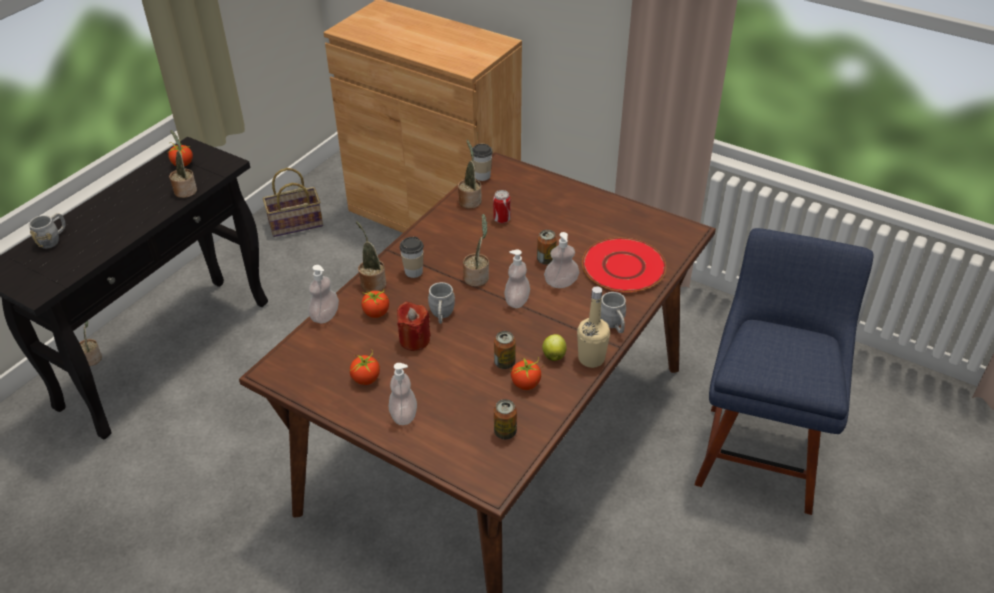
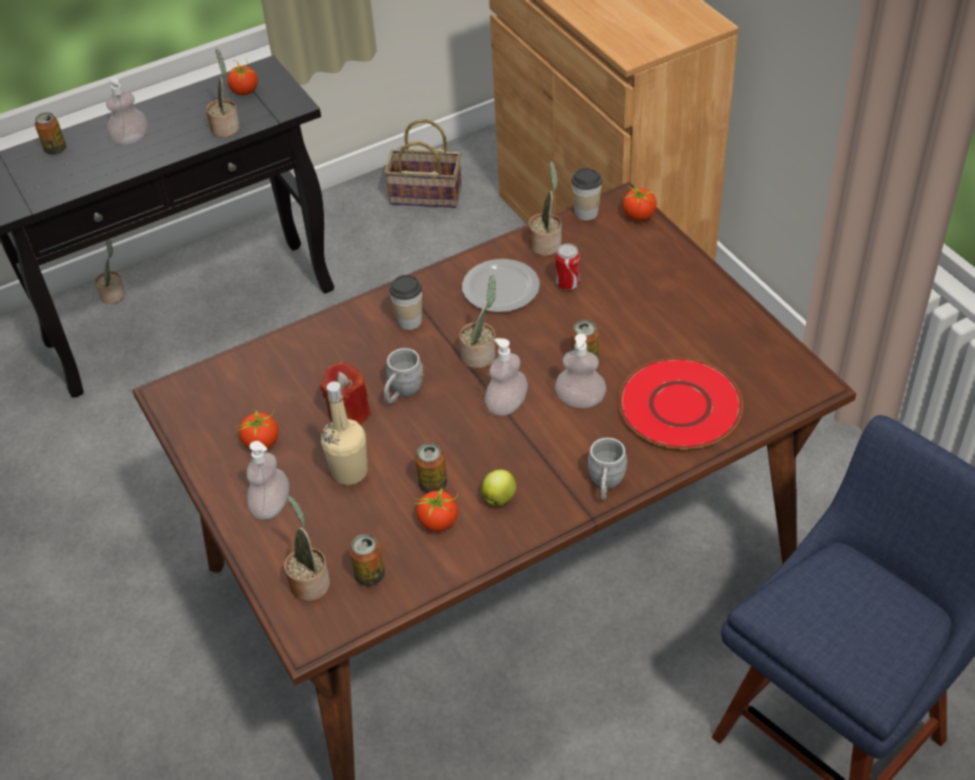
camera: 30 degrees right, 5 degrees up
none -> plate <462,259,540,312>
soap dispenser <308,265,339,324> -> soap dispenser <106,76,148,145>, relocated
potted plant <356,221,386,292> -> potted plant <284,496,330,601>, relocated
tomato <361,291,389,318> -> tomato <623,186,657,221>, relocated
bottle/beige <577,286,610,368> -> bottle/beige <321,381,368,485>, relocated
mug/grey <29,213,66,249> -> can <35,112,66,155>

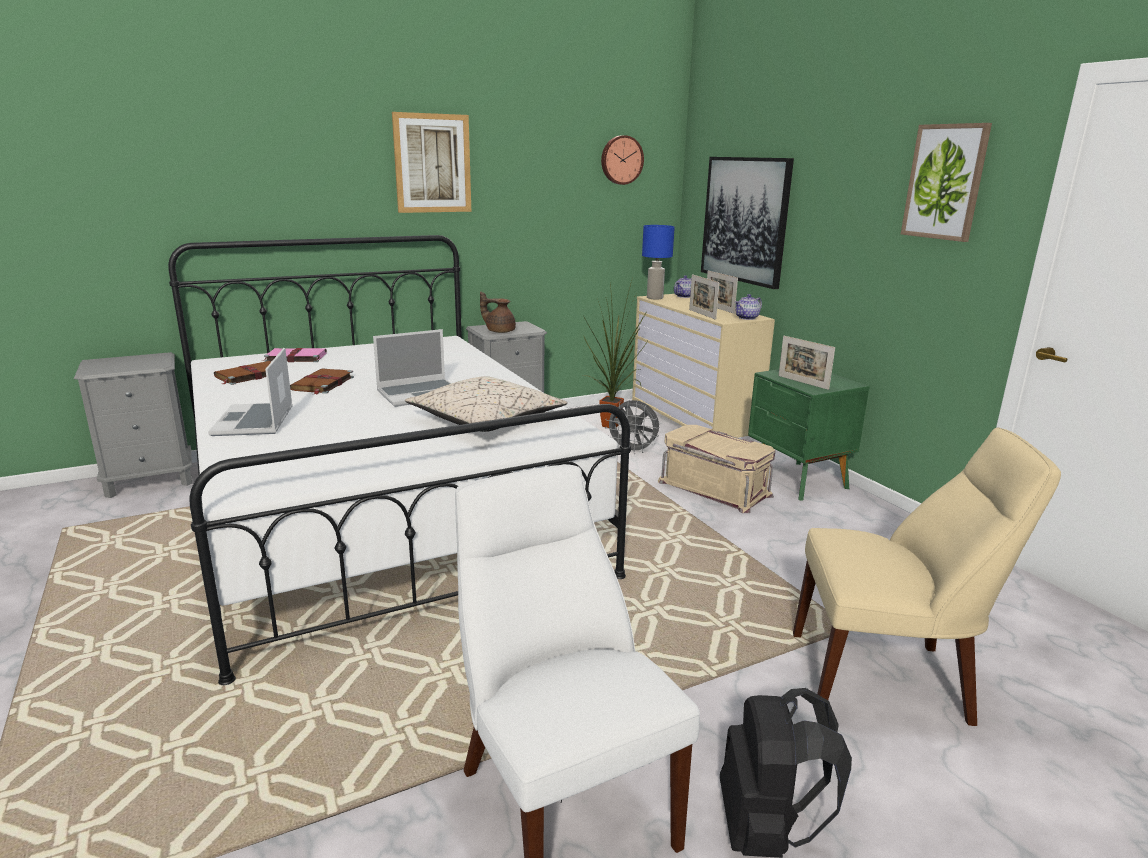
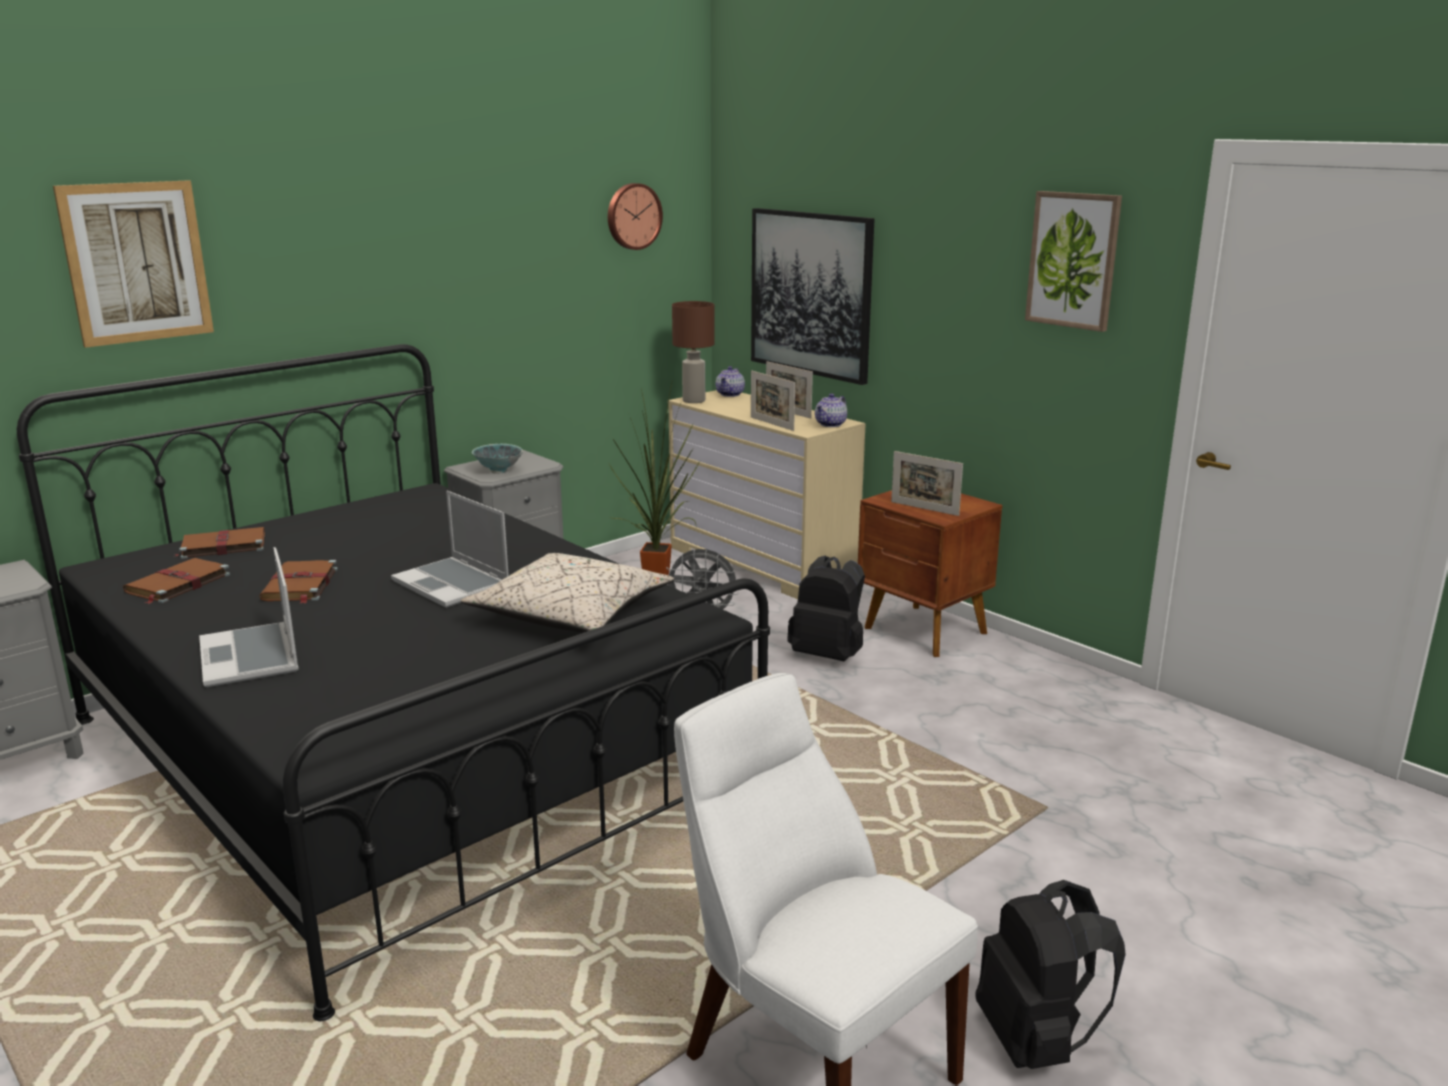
camera: 15 degrees left, 0 degrees up
chair/beige <793,428,1061,726> -> none
picture <392,112,471,213> -> picture <53,180,214,348>, relocated
teapot/brown <480,291,516,333> -> bowl <472,444,523,474>
storage box/beige <658,425,775,513> -> backpack/black <787,556,865,661>
bed/white <168,235,631,685> -> bed/black <17,344,770,1021>
book/pink <263,348,327,362> -> book/brown <175,527,265,559>
table lamp/blue <642,225,675,299> -> table lamp/brown <672,301,714,403>
nightstand/green <748,369,870,501> -> nightstand/brown <858,490,1002,657>
laptop <373,329,452,407> -> laptop <391,491,509,608>, 90 degrees clockwise

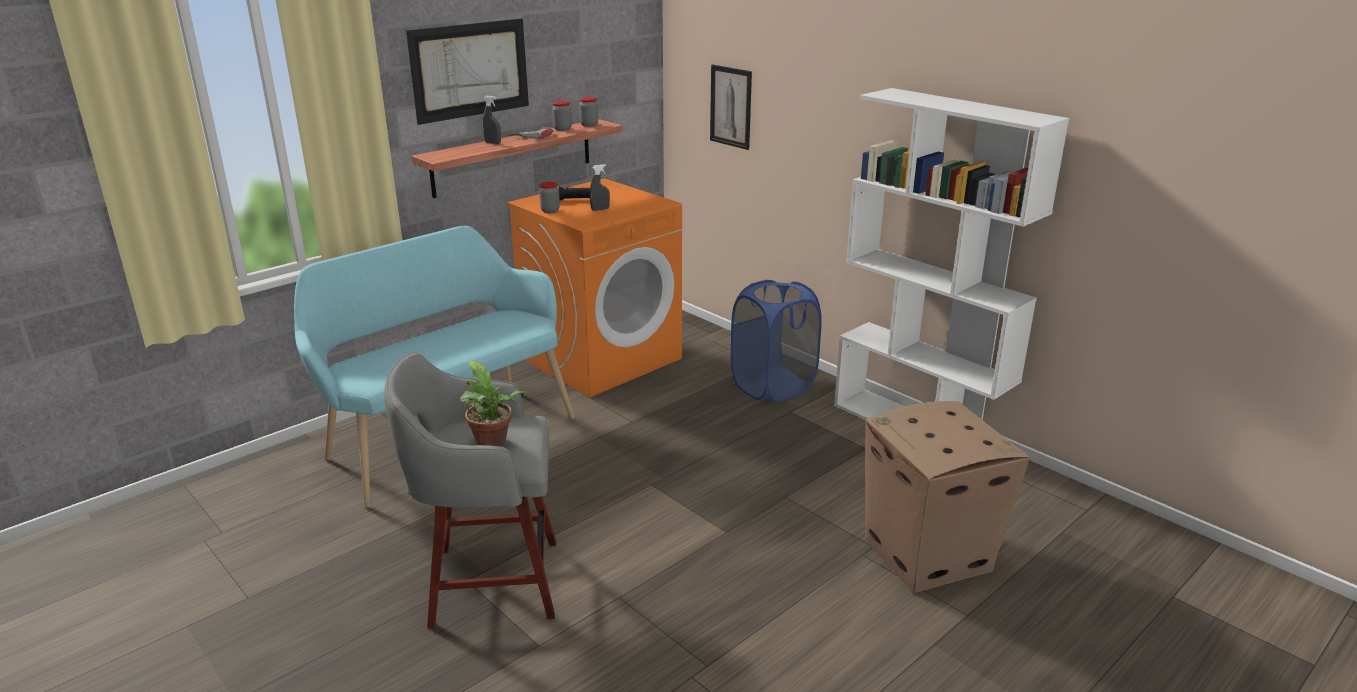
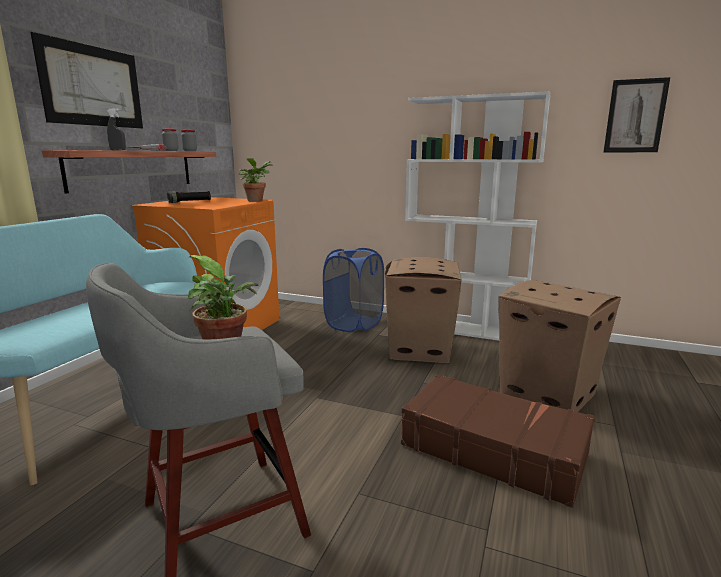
camera: 25 degrees left, 10 degrees down
jar <539,182,560,213> -> none
spray bottle/grey <590,164,610,211> -> none
none -> potted plant <239,158,273,201>
none -> cardboard box <385,257,462,363>
none -> suitcase/brown <401,374,595,508>
picture <710,65,752,150> -> picture <604,77,670,152>, relocated

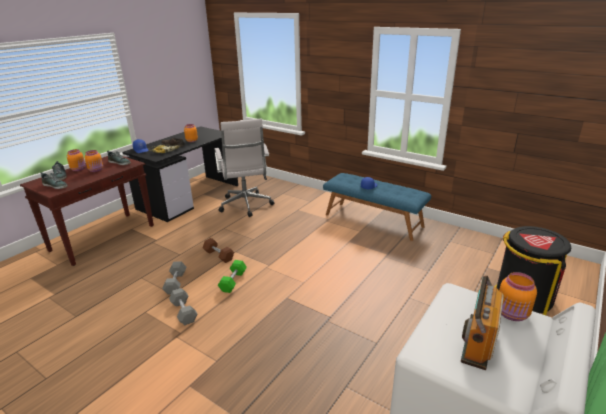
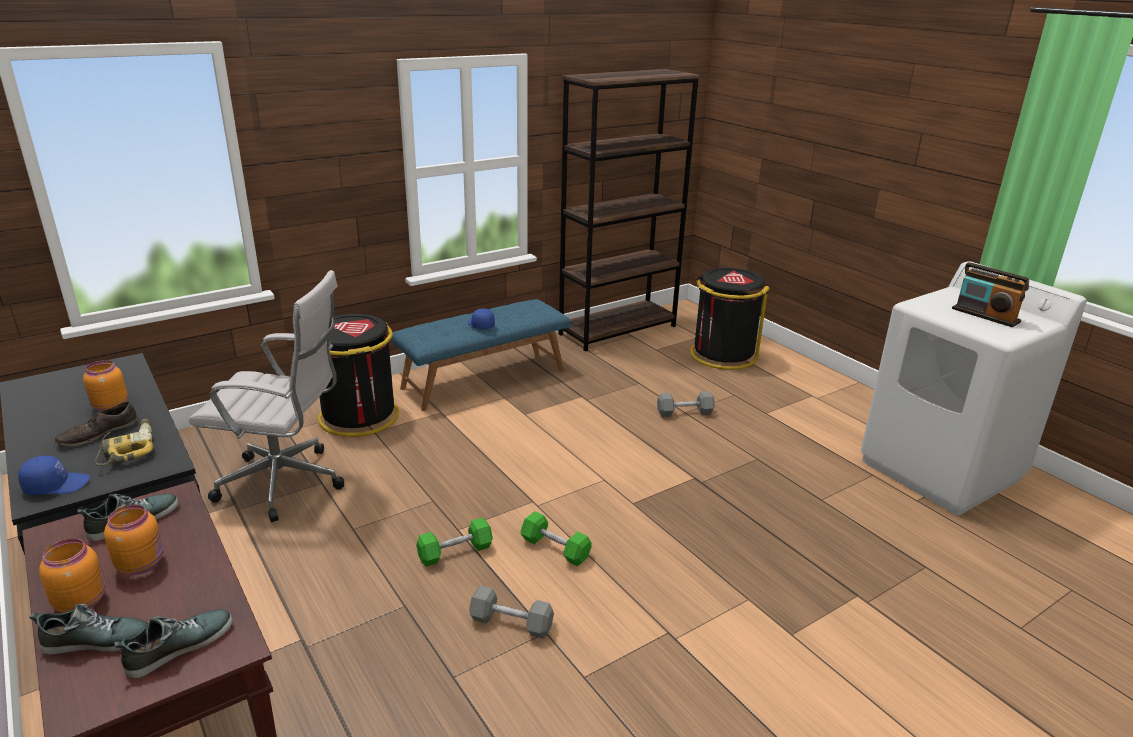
camera: 70 degrees left, 0 degrees up
jar/orange <499,272,537,321> -> none
none -> trash can/black <318,314,399,437>
none -> bookcase/brown <559,69,700,352>
dumbbell/grey <169,288,197,325> -> dumbbell/grey <657,391,715,417>, relocated
dumbbell/brown <203,238,234,263> -> dumbbell/green <416,517,493,567>

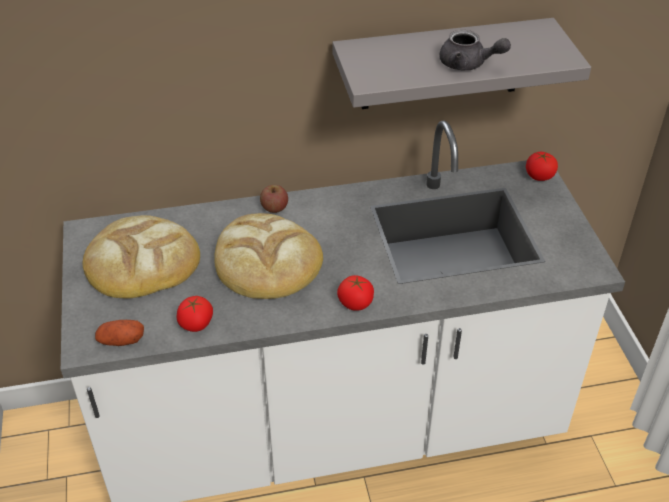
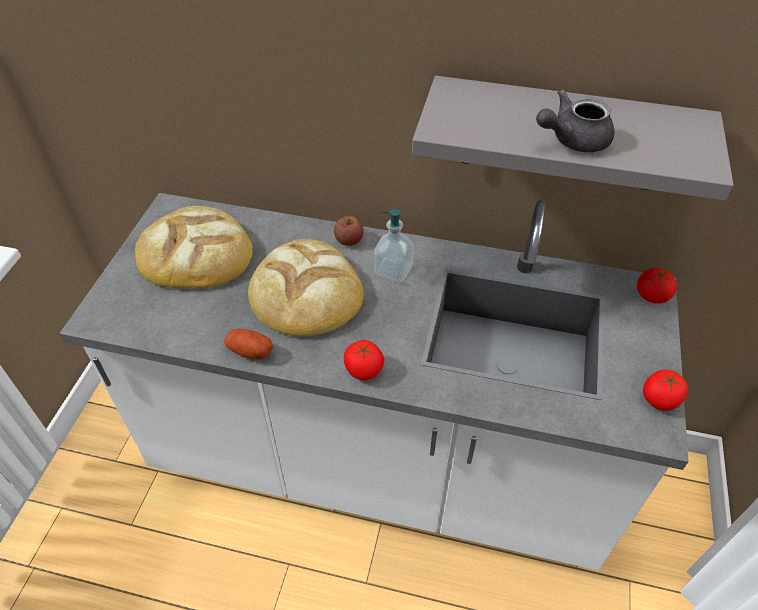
camera: 25 degrees right, 5 degrees up
none -> soap dispenser <374,209,414,282>
potato <95,320,144,346> -> potato <224,328,273,360>, relocated
tomato <177,296,213,332> -> tomato <643,370,688,411>, relocated
teapot/grey <440,30,511,70> -> teapot/grey <536,90,614,152>, 105 degrees clockwise

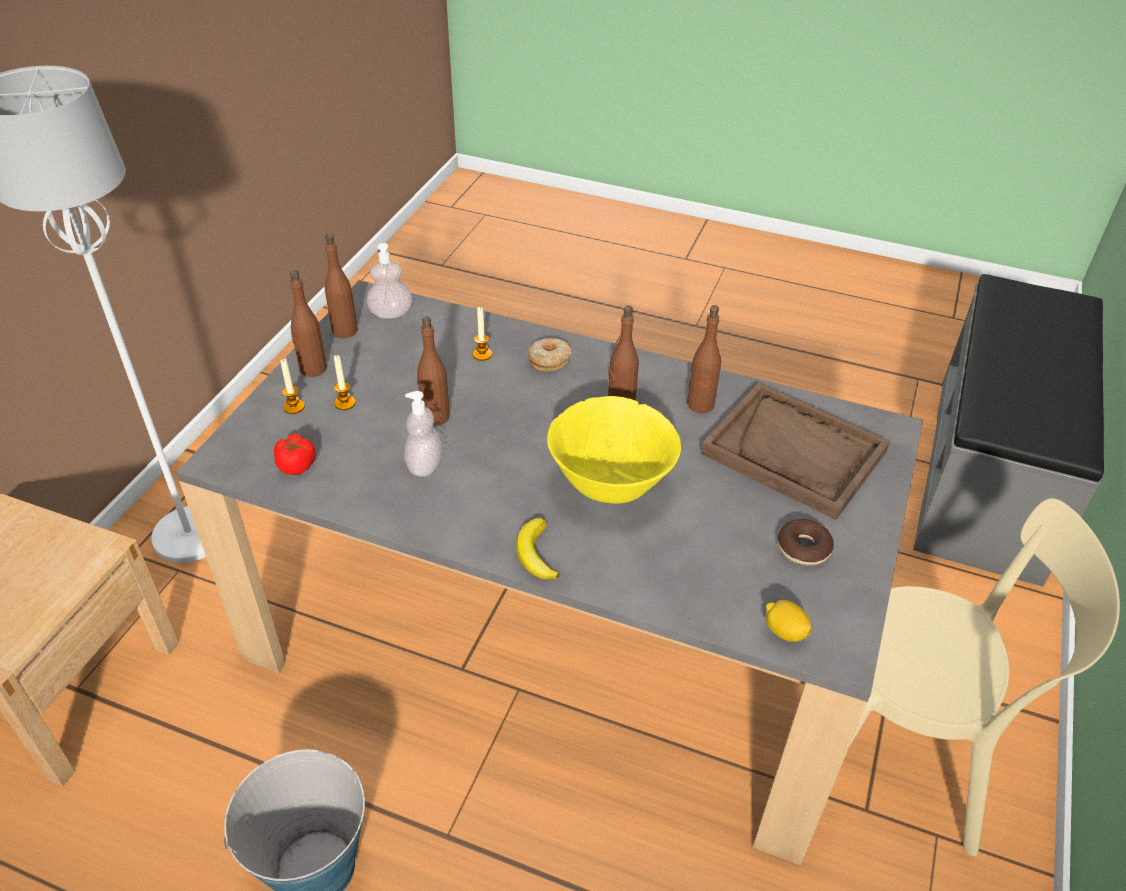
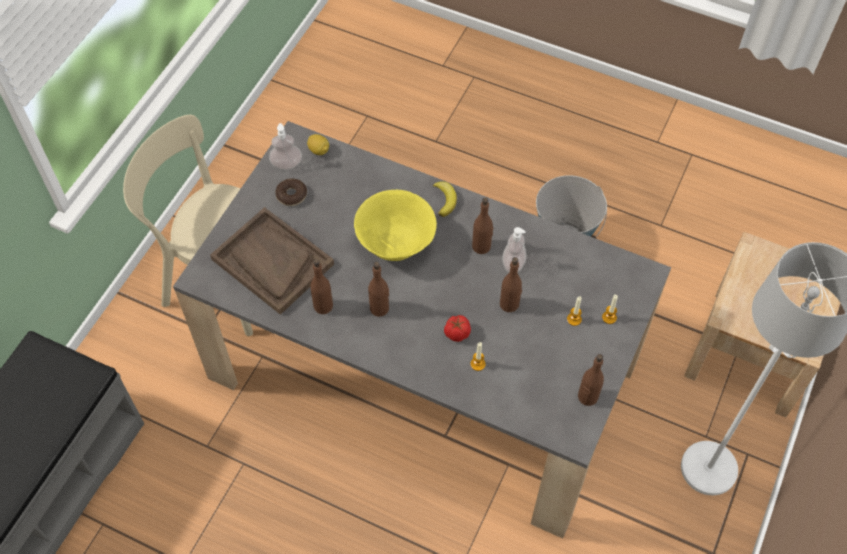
camera: 175 degrees left, 15 degrees up
donut <528,338,572,371> -> none
tomato <274,434,316,475> -> tomato <444,315,471,342>, relocated
bottle/brown <290,270,327,377> -> bottle/brown <472,197,493,254>, relocated
soap dispenser <367,243,413,319> -> soap dispenser <269,123,302,170>, relocated

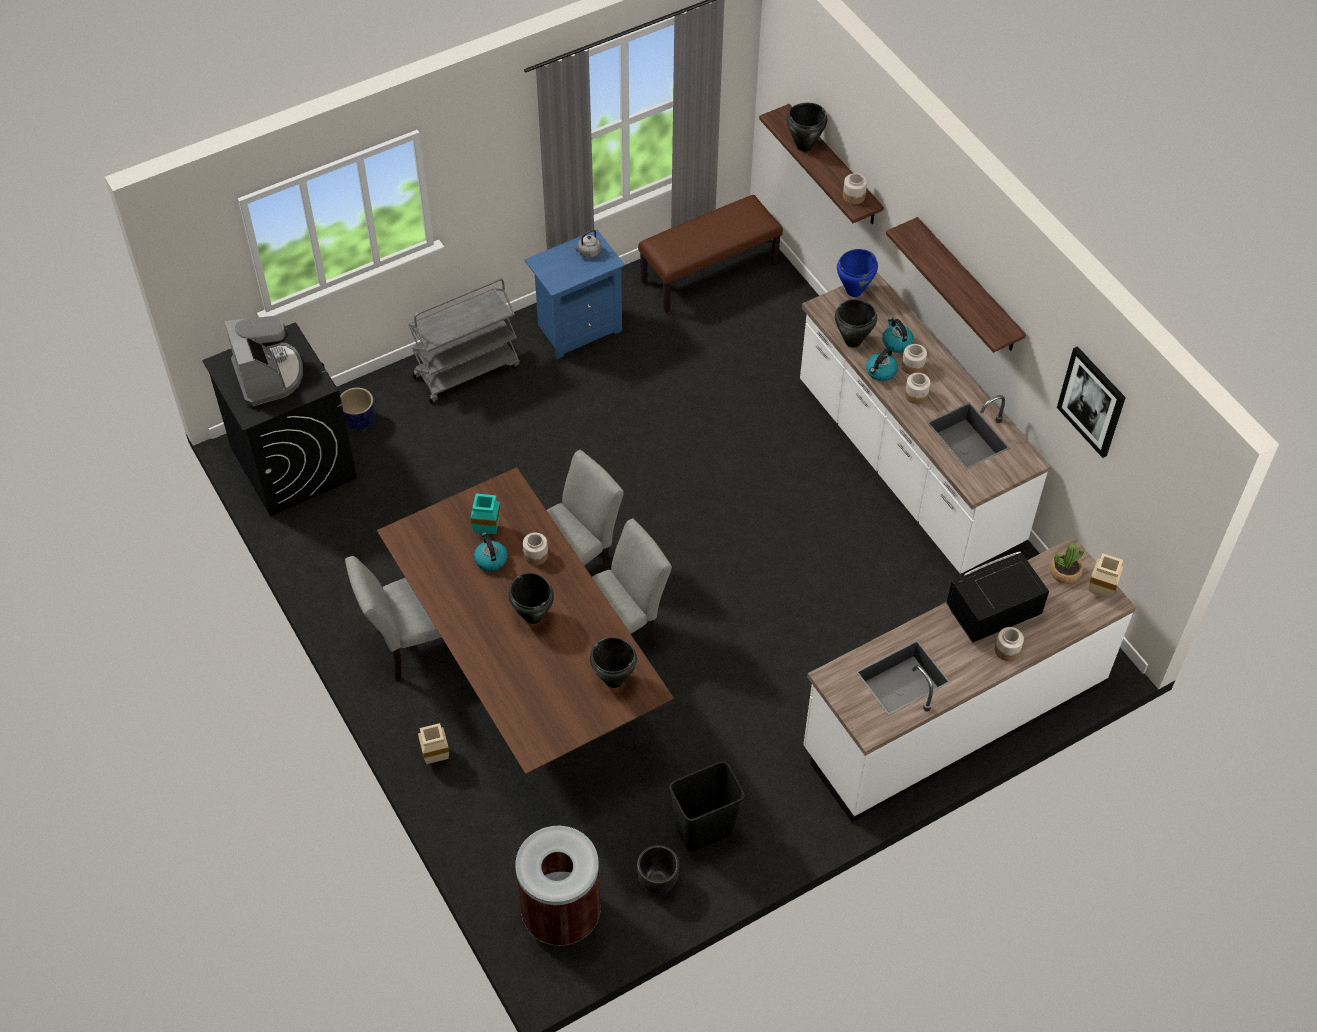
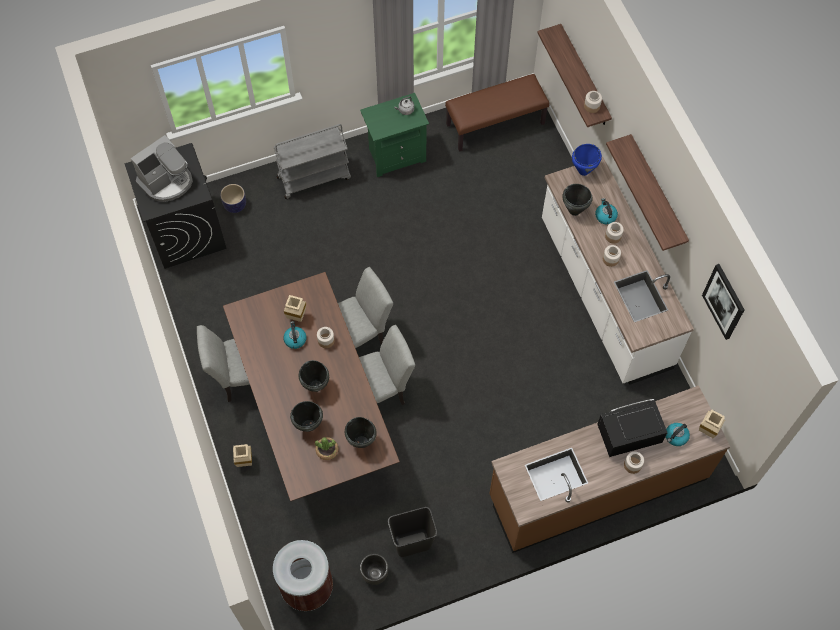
camera: 10 degrees right, 10 degrees up
cooking pot/black <787,103,827,151> -> cooking pot/black <290,401,323,432>, relocated
kettle <866,348,898,381> -> kettle <666,423,690,446>, relocated
potted plant <1049,543,1084,584> -> potted plant <315,437,338,460>, relocated
vase/turquoise <470,494,500,534> -> vase/beige <284,295,306,322>
nightstand/blue <524,230,625,359> -> nightstand/green <360,93,429,177>
counter/white <803,537,1136,822> -> counter/brown <489,386,730,553>
coffee machine <224,316,303,406> -> coffee machine <131,135,193,202>, 60 degrees clockwise

